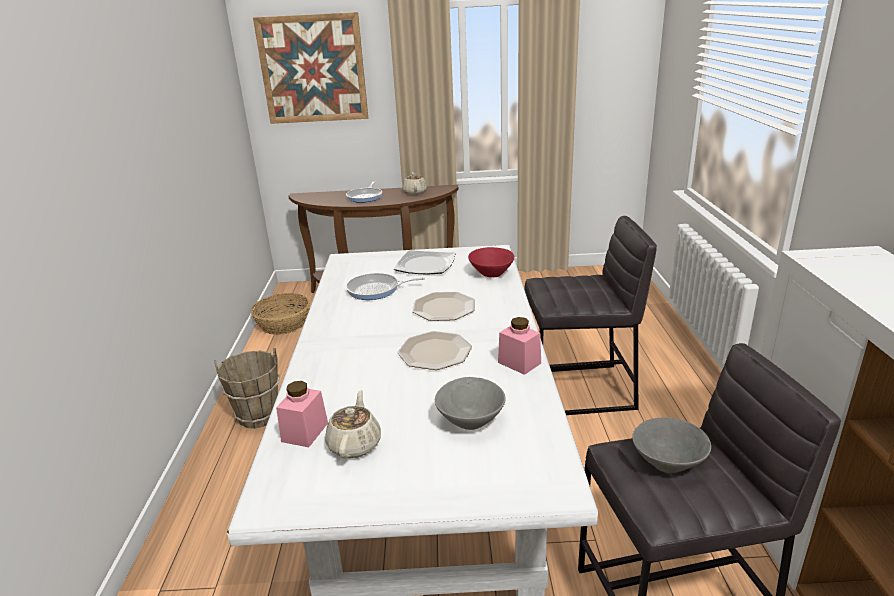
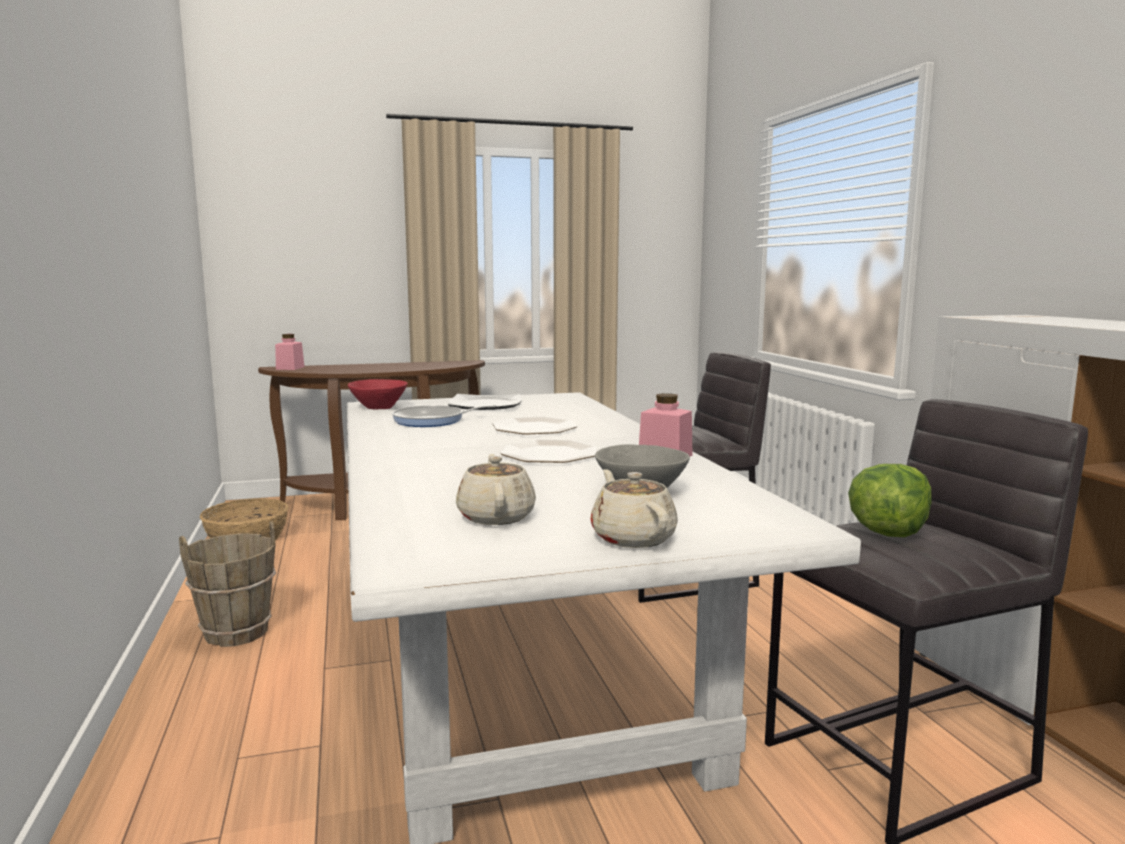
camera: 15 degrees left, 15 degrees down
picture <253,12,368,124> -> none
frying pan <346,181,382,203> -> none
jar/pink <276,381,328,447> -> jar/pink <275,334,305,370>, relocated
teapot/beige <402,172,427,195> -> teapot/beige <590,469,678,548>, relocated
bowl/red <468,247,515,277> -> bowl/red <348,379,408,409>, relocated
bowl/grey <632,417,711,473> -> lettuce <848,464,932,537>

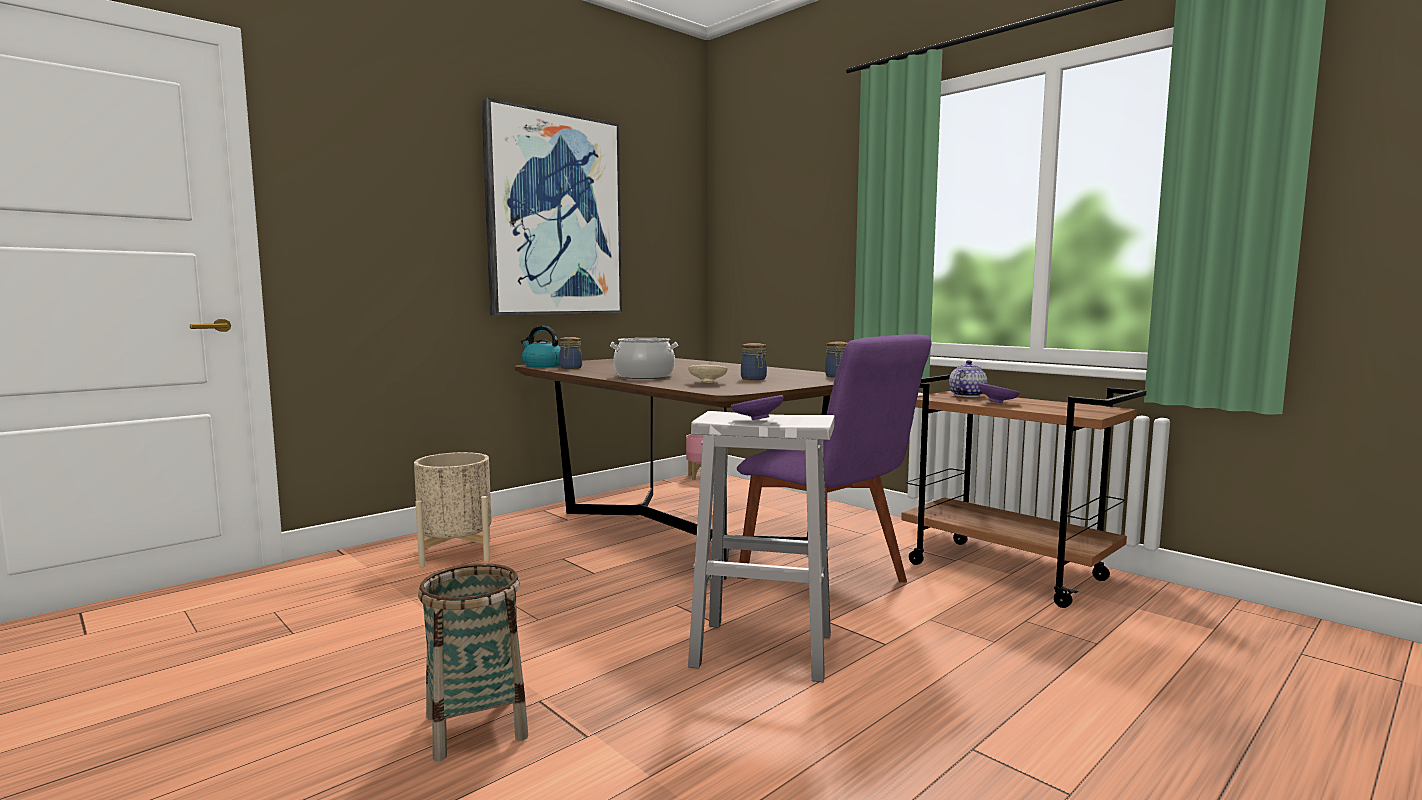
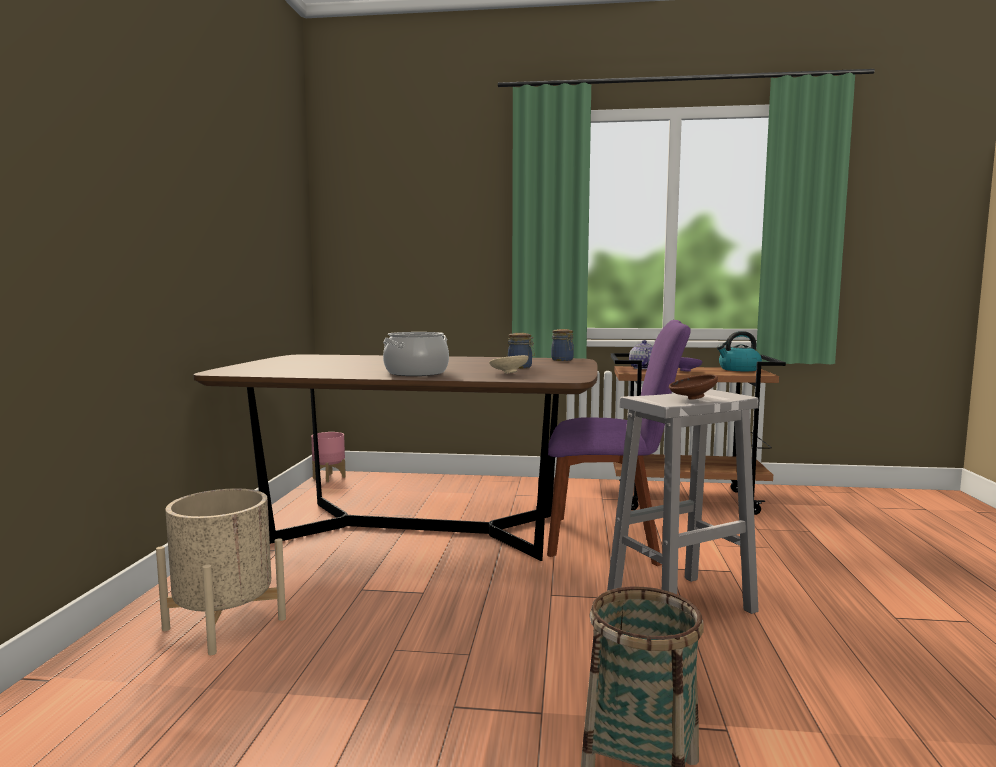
camera: 40 degrees left, 0 degrees up
picture <481,98,622,315> -> none
jar <559,337,582,369> -> none
kettle <521,326,561,367> -> kettle <717,331,762,371>, relocated
bowl/purple <731,395,784,420> -> bowl/brown <669,375,718,400>

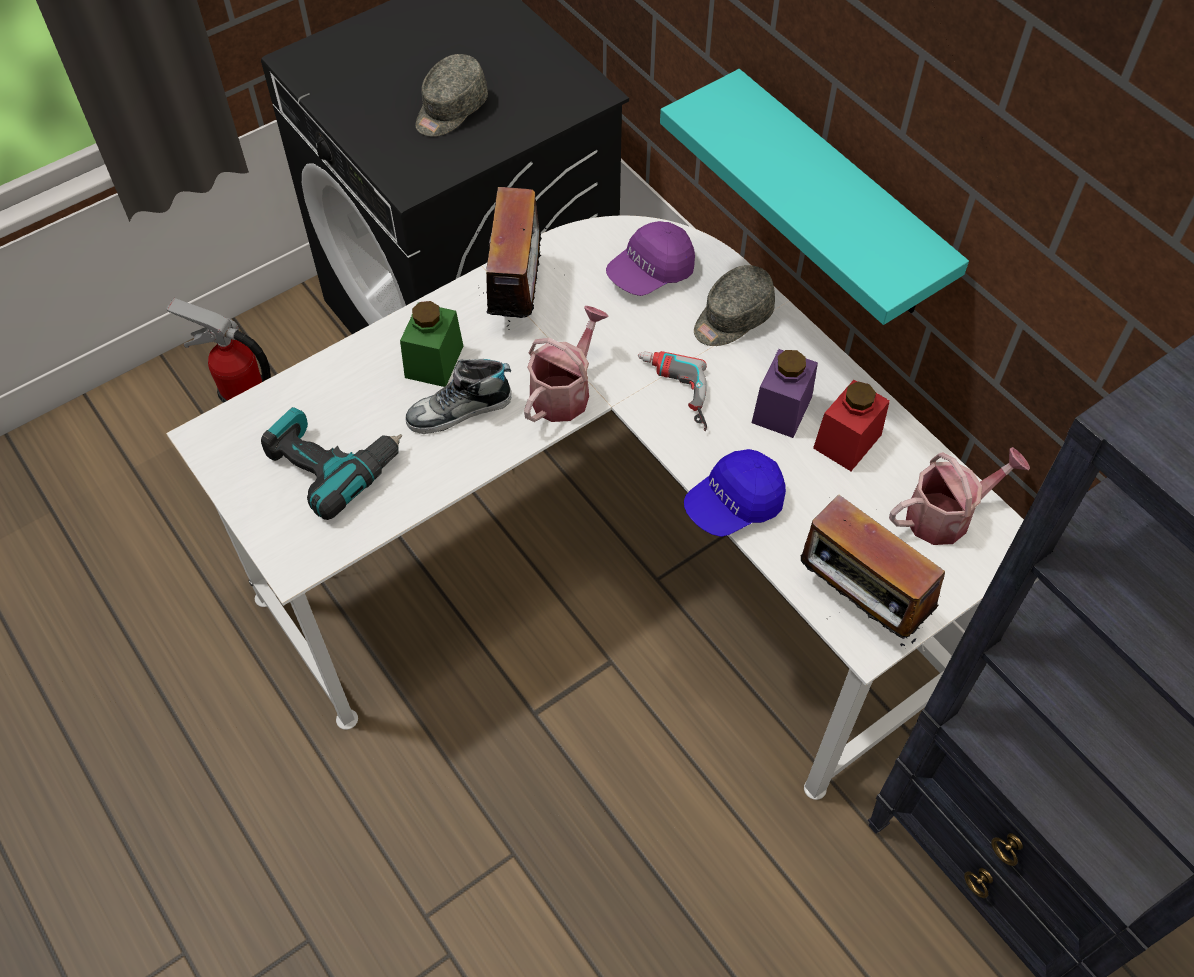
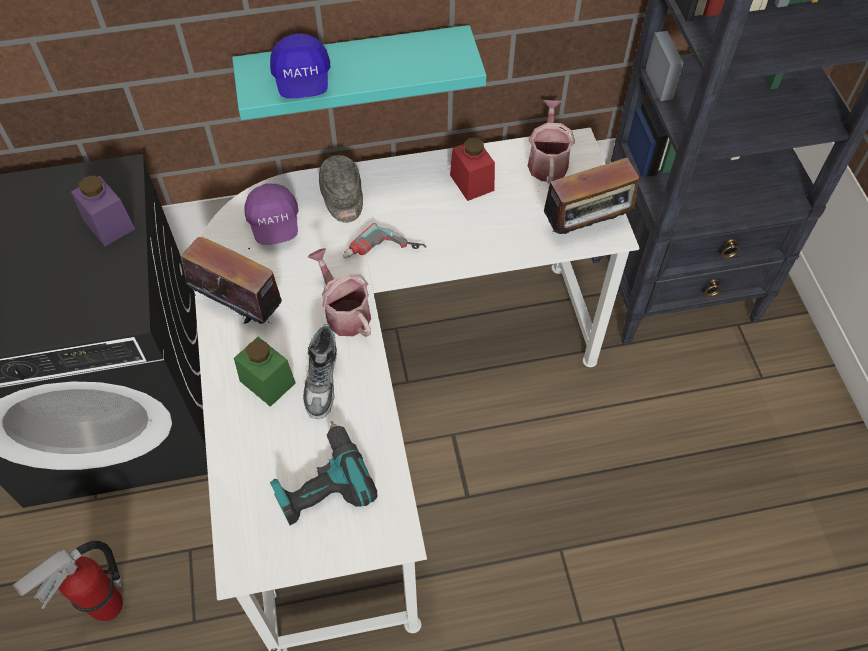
camera: 65 degrees left, 0 degrees up
cap/grey <415,54,488,137> -> none
cap/blue <684,449,786,537> -> cap/blue <270,33,330,98>, relocated
jar/purple <752,349,818,438> -> jar/purple <71,175,135,246>, relocated

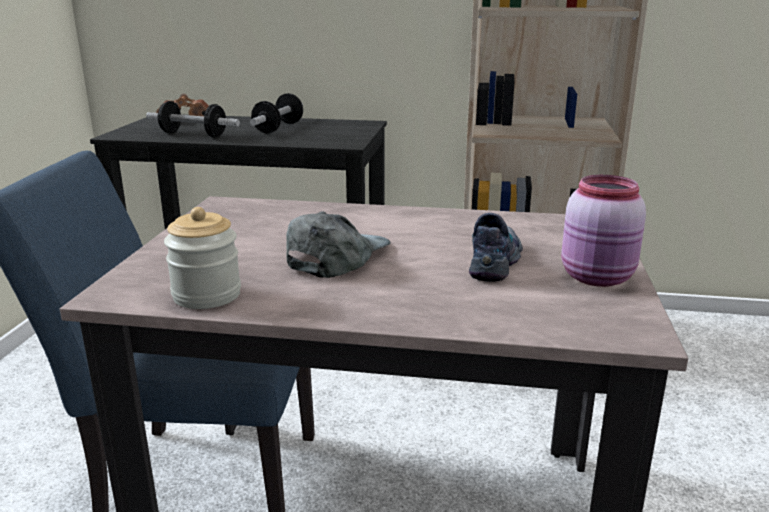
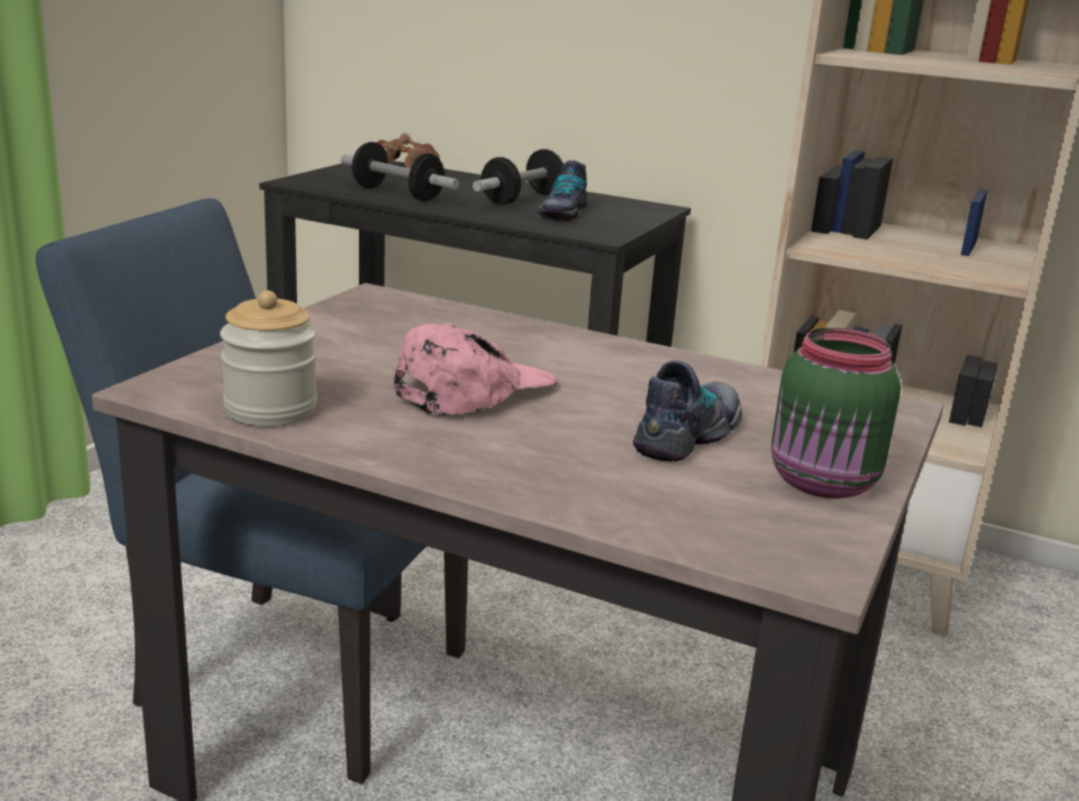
camera: 15 degrees right, 0 degrees up
none -> shoe <537,160,588,222>
cap/grey <286,211,391,278> -> cap/pink <394,322,557,415>
jar/pink <561,175,646,287> -> jar/green <771,328,901,499>

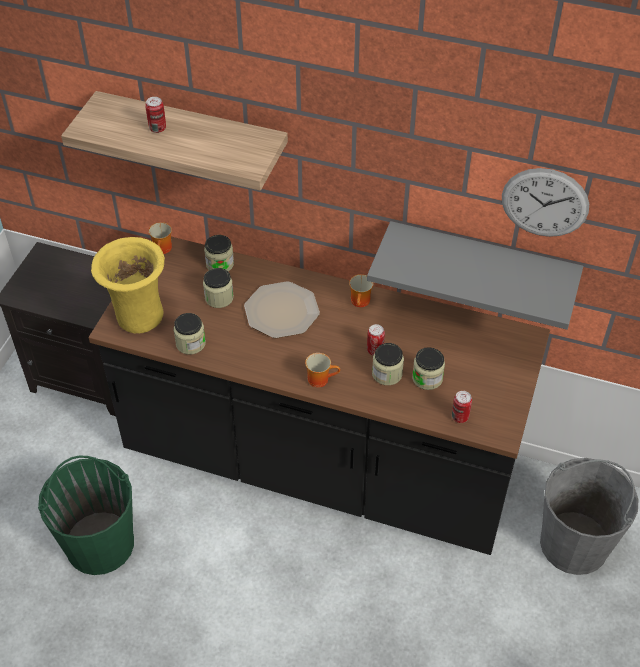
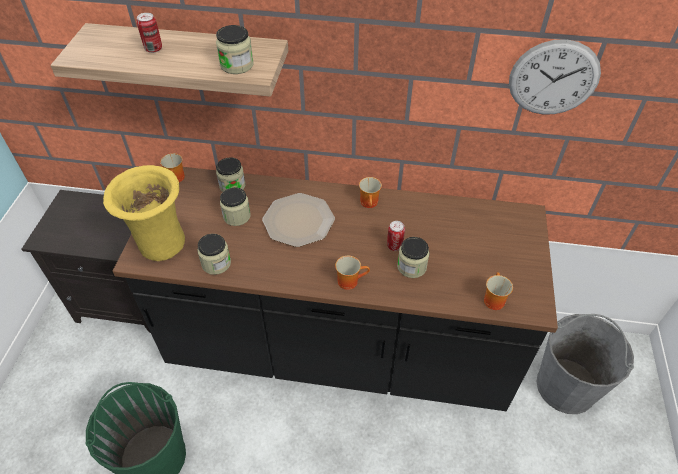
camera: 10 degrees left, 0 degrees up
shelf/grey <367,221,583,330> -> none
jar <412,347,445,390> -> jar <216,25,254,74>, relocated
can <452,391,472,423> -> mug <484,272,513,310>

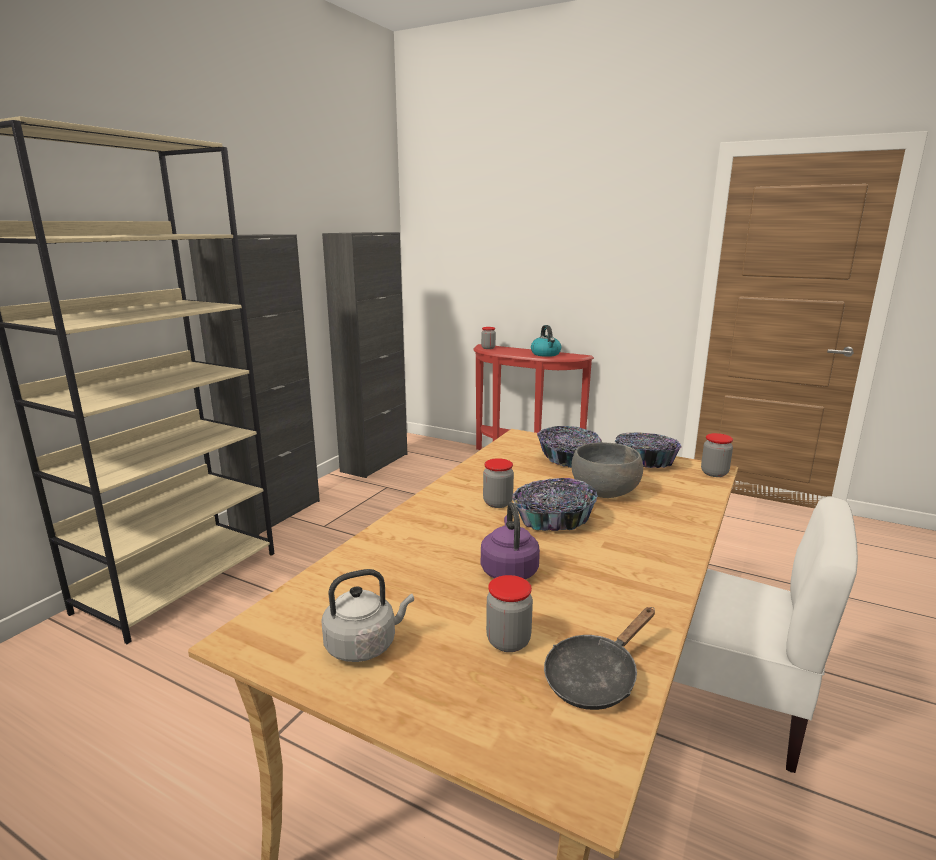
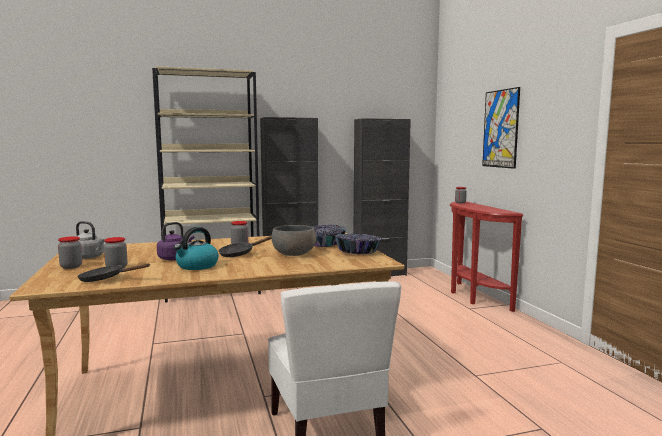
camera: 45 degrees right, 10 degrees down
none -> picture <482,87,520,169>
kettle <531,325,561,357> -> kettle <174,227,219,270>, relocated
jar <701,433,733,477> -> jar <58,236,82,269>, relocated
bowl <512,478,598,531> -> frying pan/black <219,236,272,257>

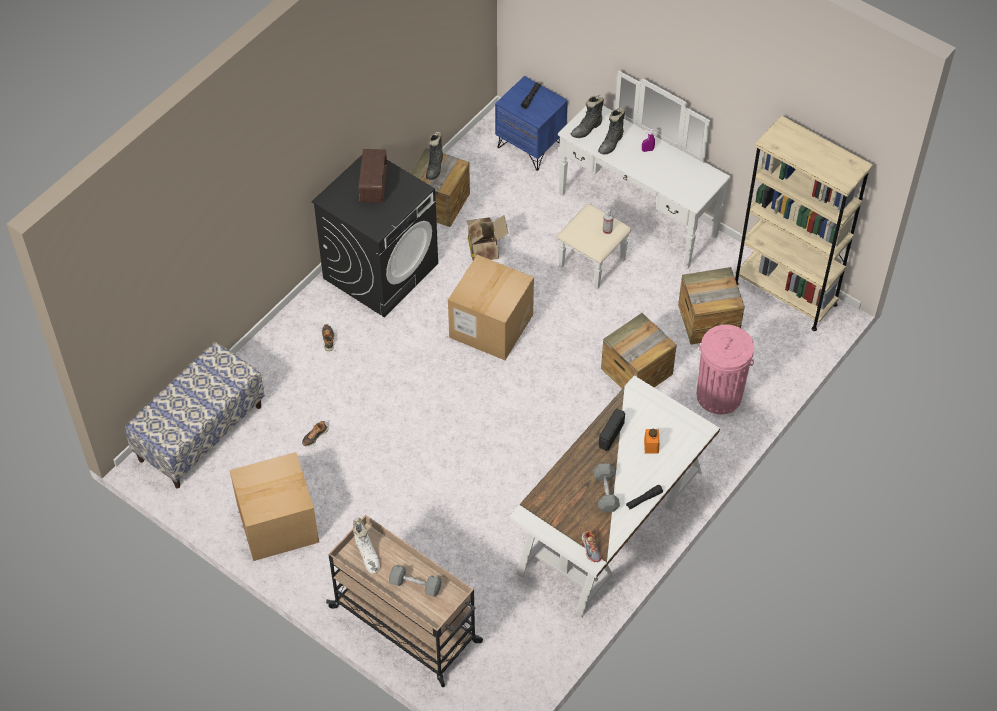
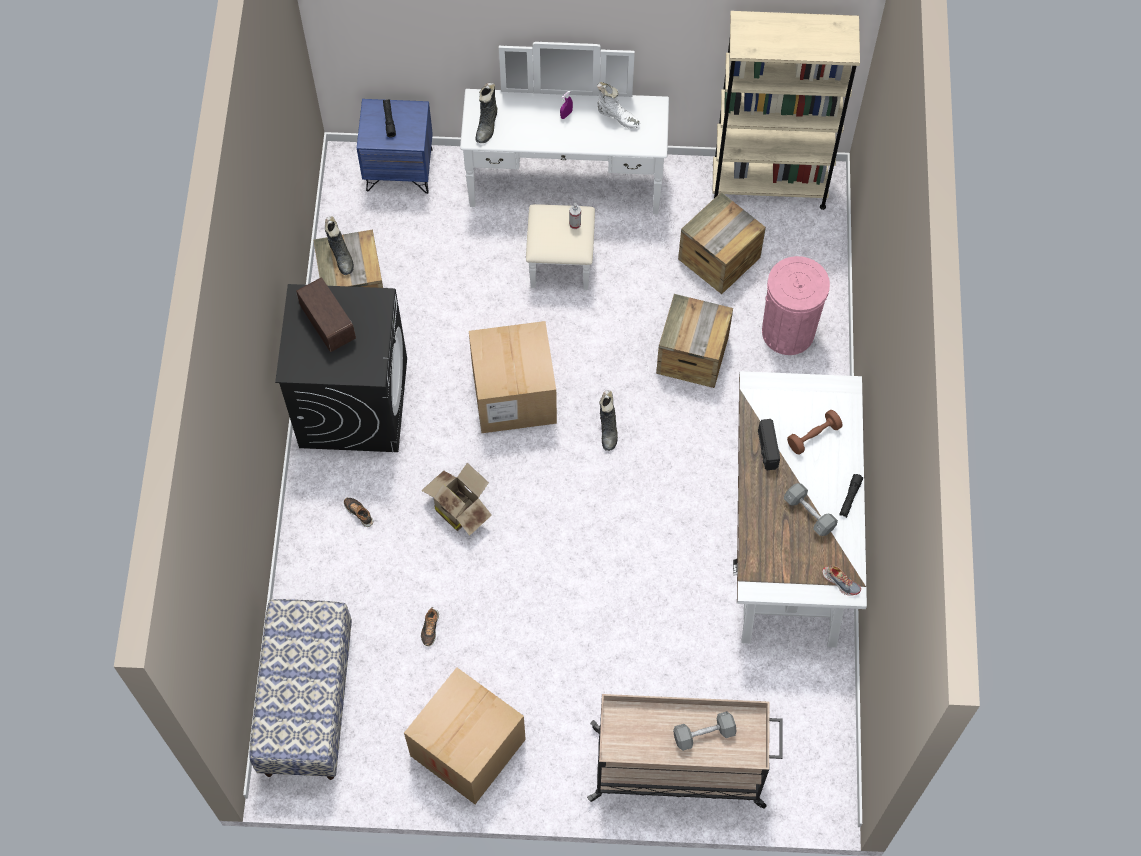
camera: 35 degrees left, 10 degrees up
boot/white <353,518,380,573> -> boot/white <597,82,640,129>, relocated
cardboard box <466,215,509,260> -> cardboard box <421,463,492,536>, relocated
boot/black <598,108,625,155> -> boot/black <599,390,618,451>, relocated
jar/orange <644,429,660,454> -> dumbbell/brown <787,410,842,455>

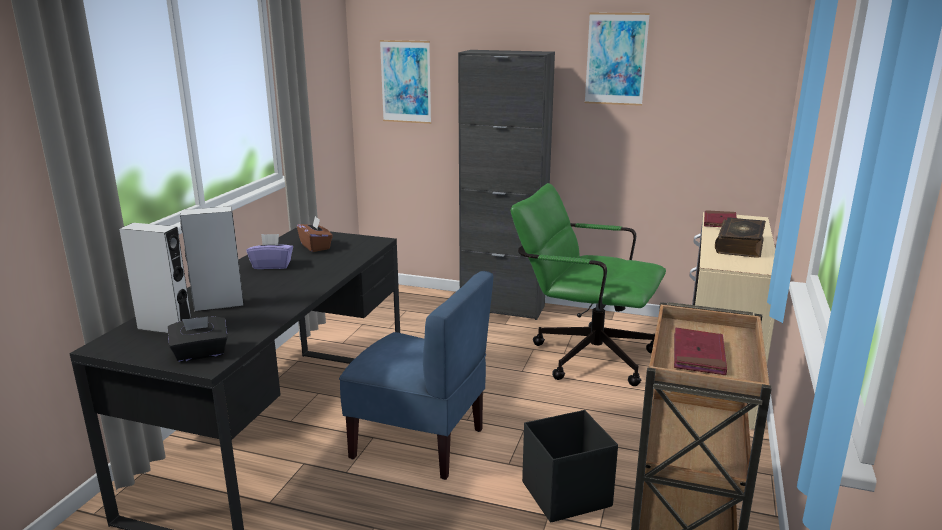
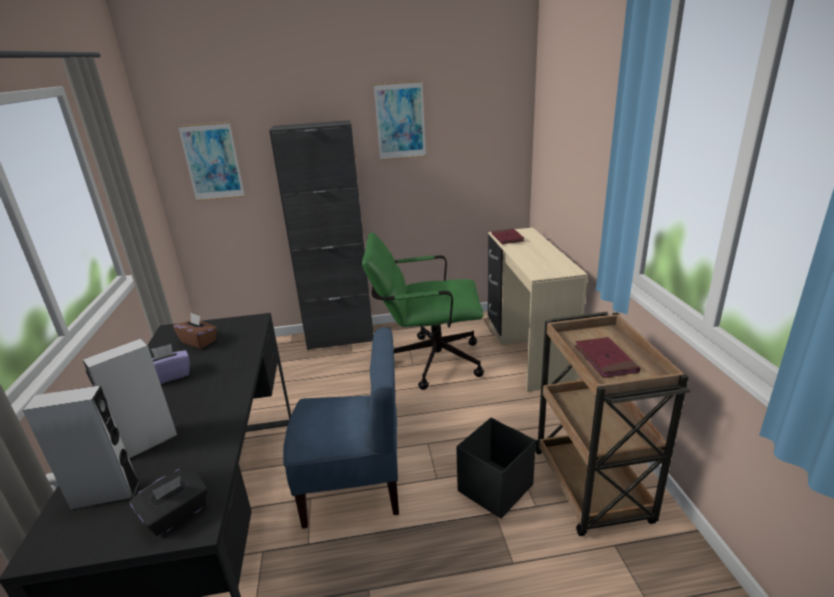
camera: 25 degrees left, 5 degrees up
book <715,217,766,258> -> none

